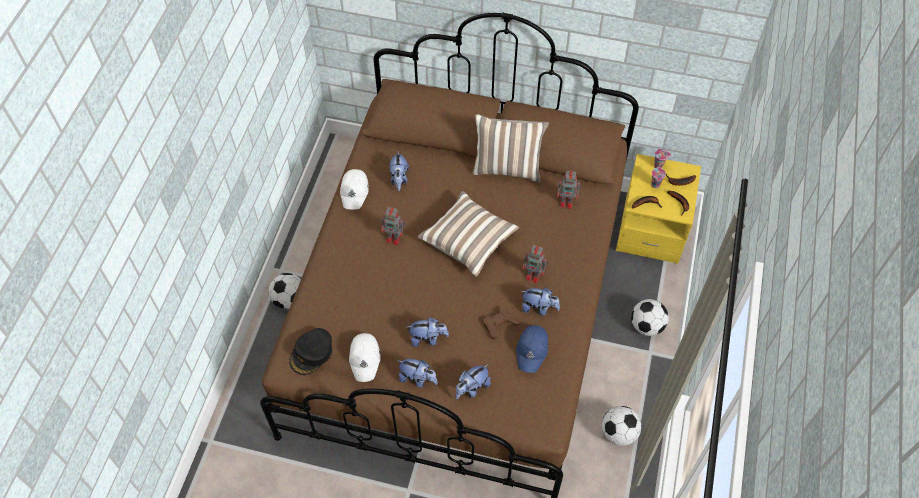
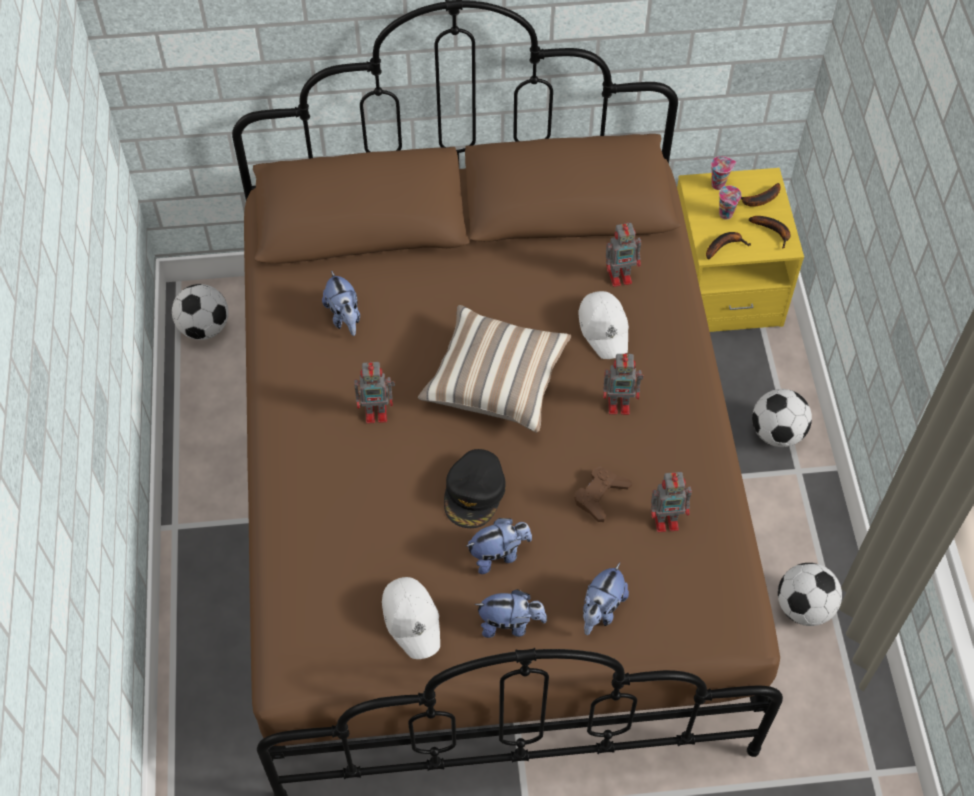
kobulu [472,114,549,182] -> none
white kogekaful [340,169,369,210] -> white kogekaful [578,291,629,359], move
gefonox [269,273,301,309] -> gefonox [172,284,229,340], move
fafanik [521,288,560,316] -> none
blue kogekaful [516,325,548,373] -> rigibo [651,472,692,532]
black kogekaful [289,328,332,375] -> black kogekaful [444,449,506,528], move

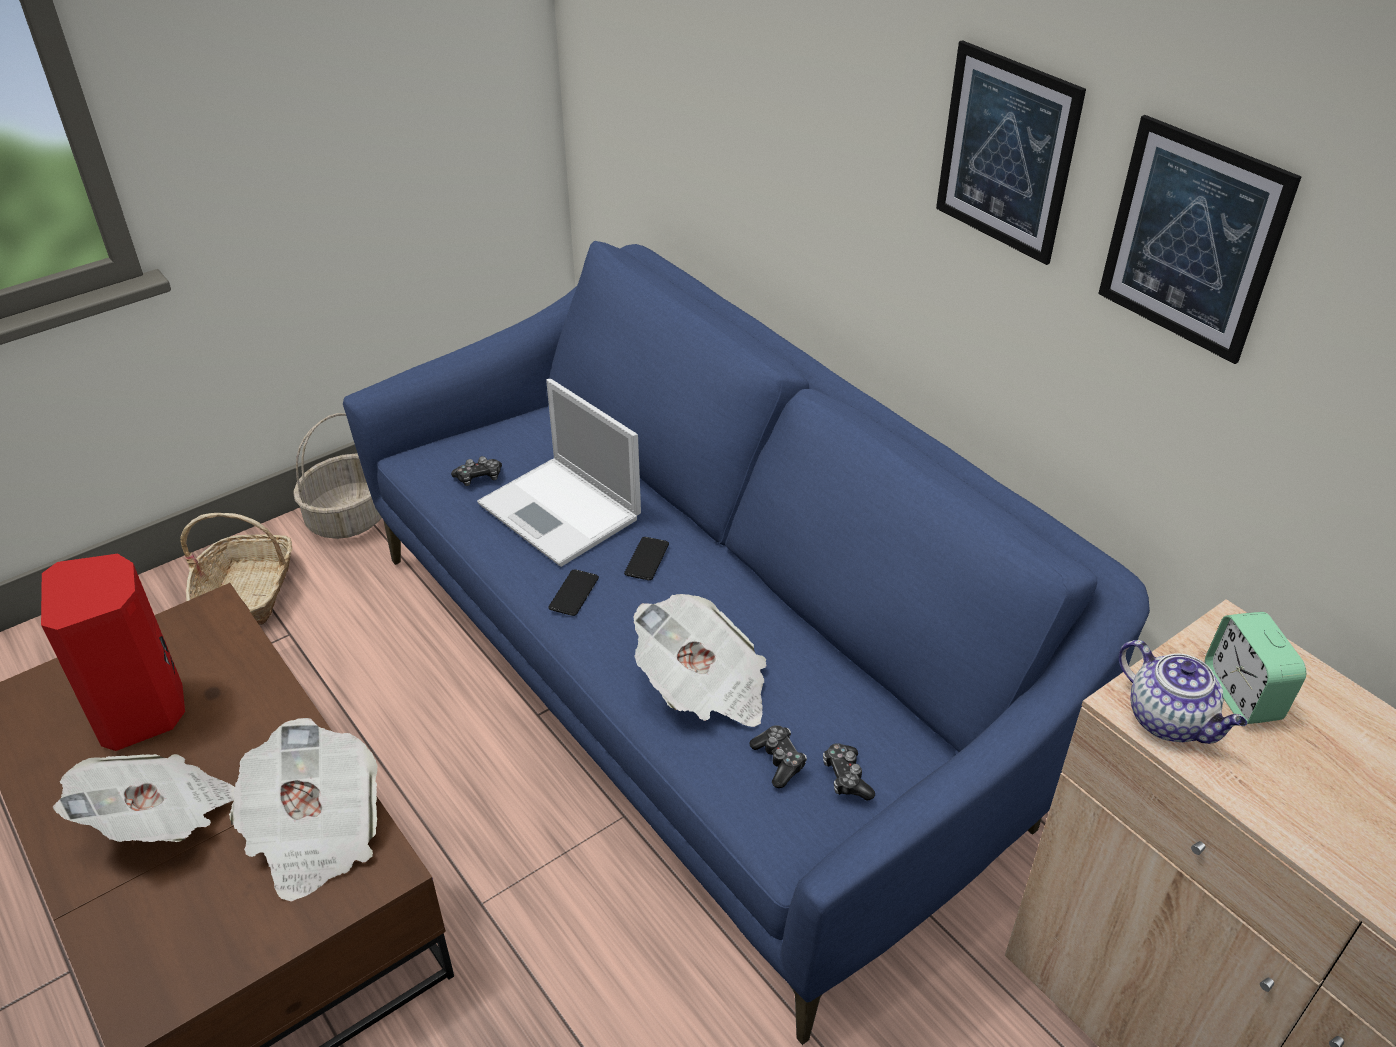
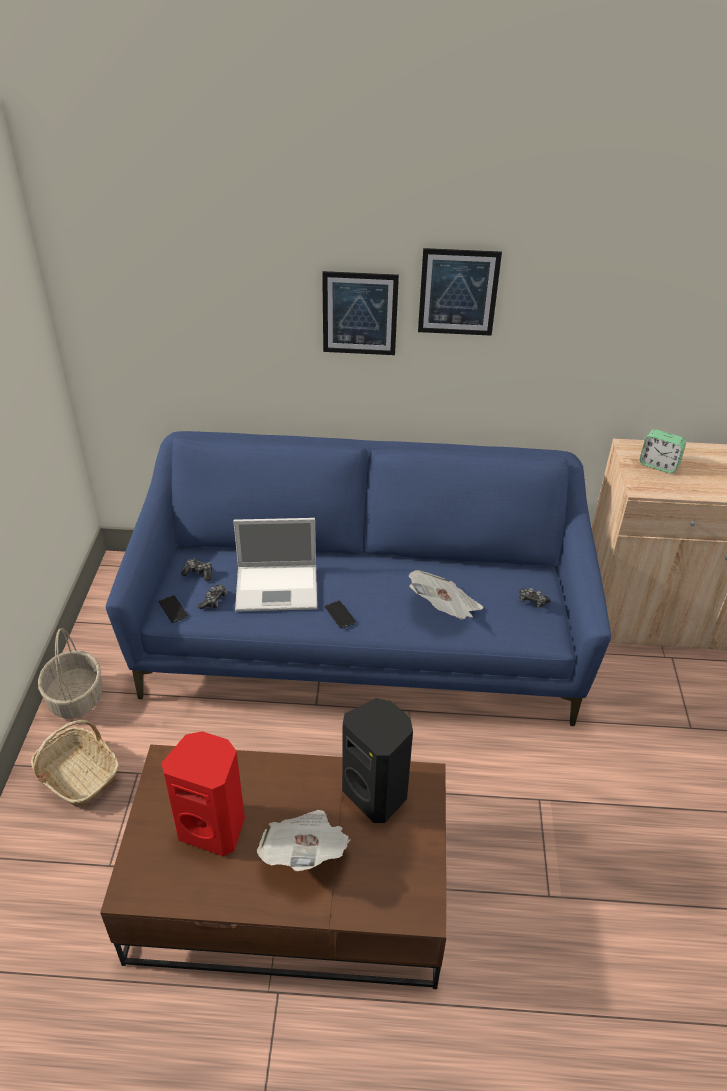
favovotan [1098,115,1302,364] -> favovotan [322,271,399,355], move
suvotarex [624,537,669,580] -> suvotarex [159,595,188,623], move
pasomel [1119,640,1247,744] -> none
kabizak [229,718,378,902] -> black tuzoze [342,698,413,823]
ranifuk [749,725,807,788] -> ranifuk [181,558,212,582], move

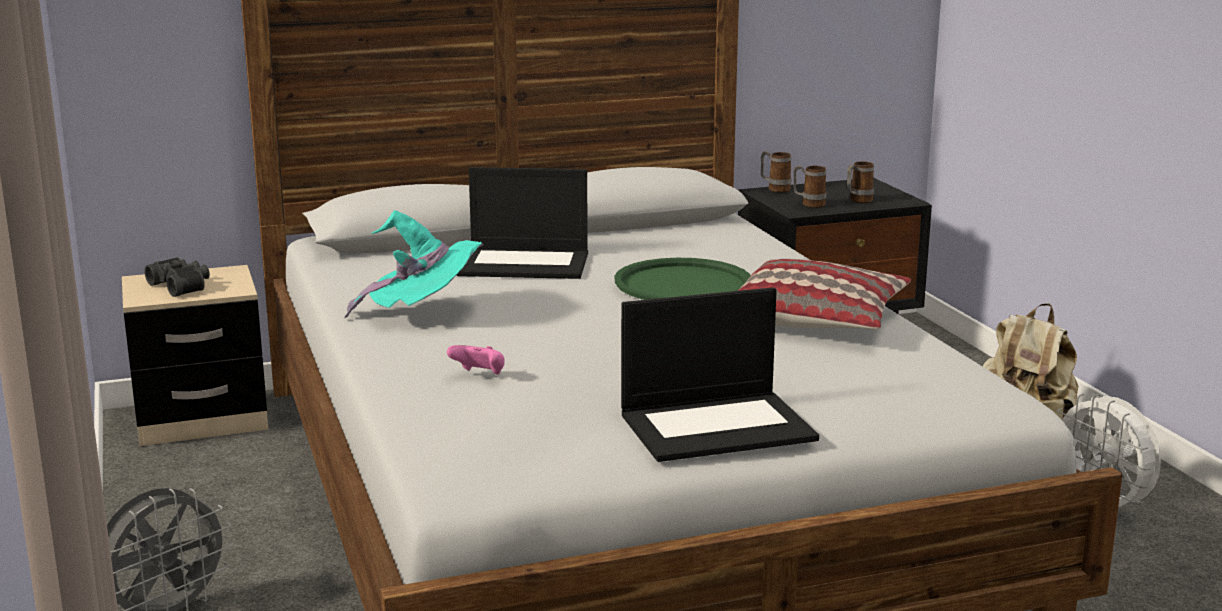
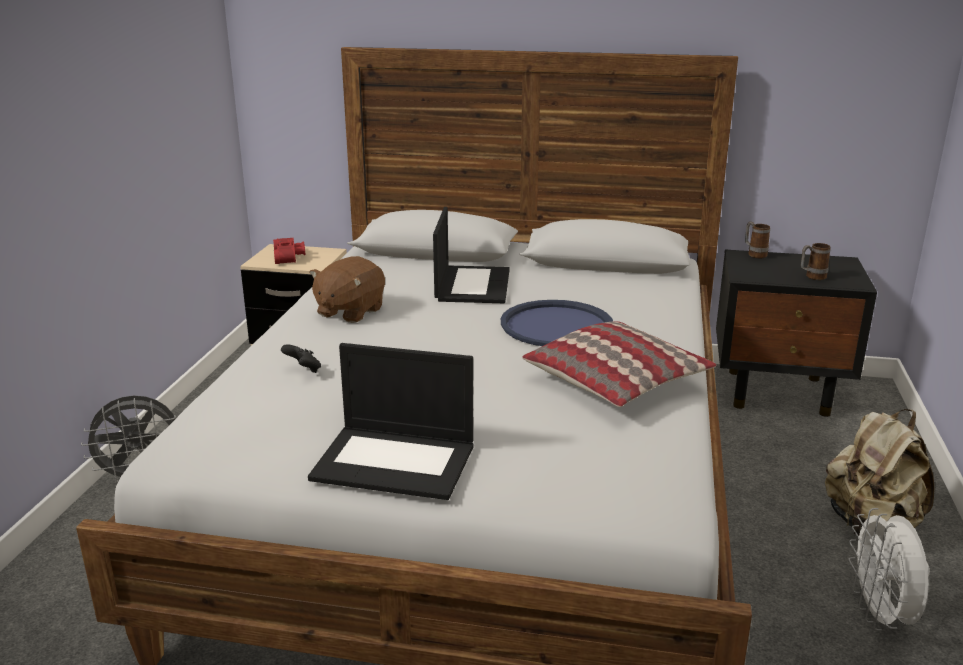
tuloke [793,165,826,208] -> none
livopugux [457,167,588,279] -> livopugux [433,207,510,303], 120 degrees counterclockwise
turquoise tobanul [344,210,484,318] -> brown fafanik [309,256,385,323]
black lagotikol [145,257,210,297] -> red lagotikol [273,237,306,264]
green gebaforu [614,258,751,300] -> blue gebaforu [501,300,613,346]
pink ranifuk [447,345,505,375] -> black ranifuk [281,344,321,373]

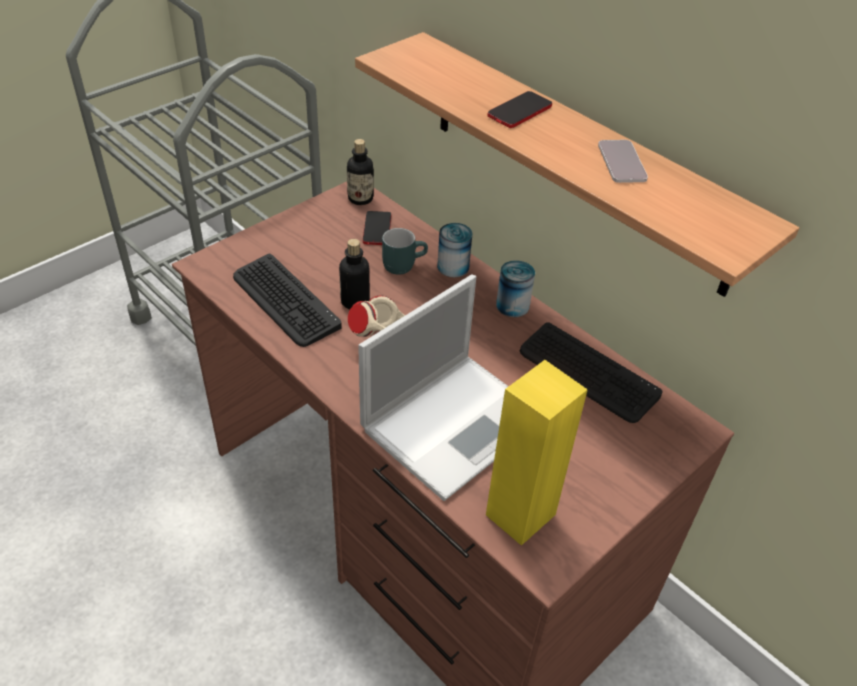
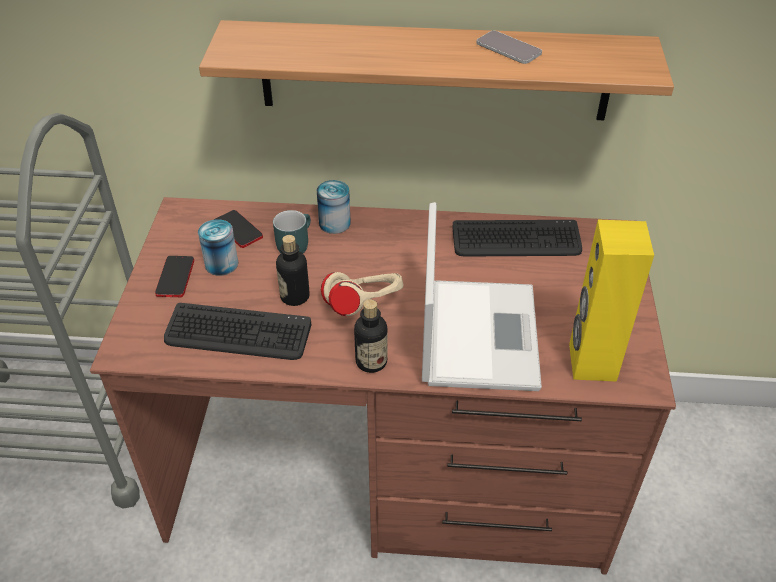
suvotarex [487,91,552,128] -> suvotarex [155,256,194,297], move
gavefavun [347,139,374,205] -> gavefavun [354,299,387,373], move
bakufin [496,260,535,317] -> bakufin [198,219,238,276], move

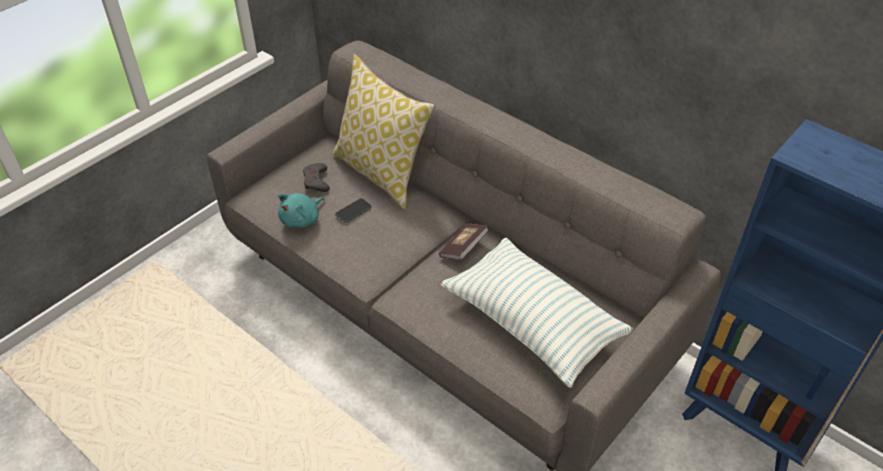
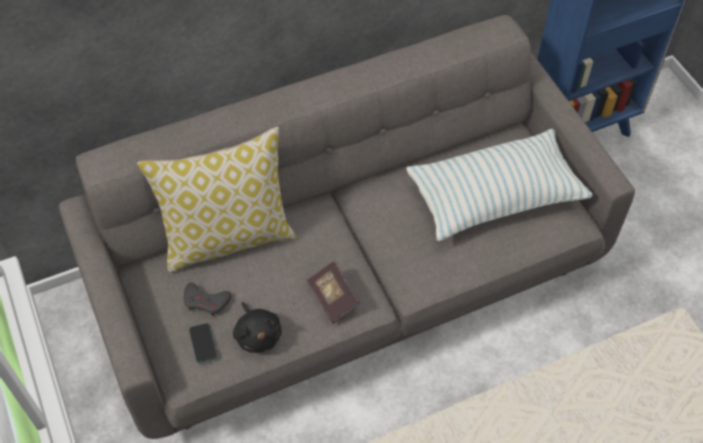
turquoise fafanik [278,193,325,228] -> black fafanik [233,302,281,353]
suvotarex [335,198,372,223] -> suvotarex [189,323,218,364], move
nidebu [439,223,489,260] -> nidebu [307,261,360,323], move

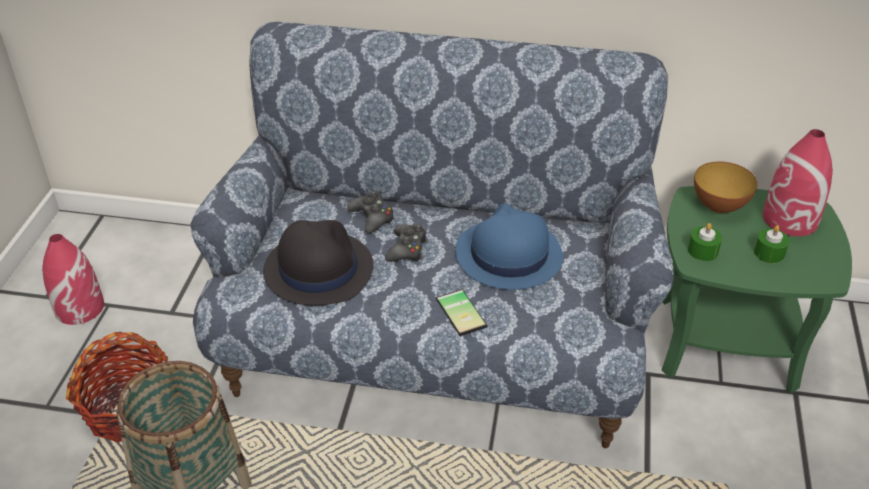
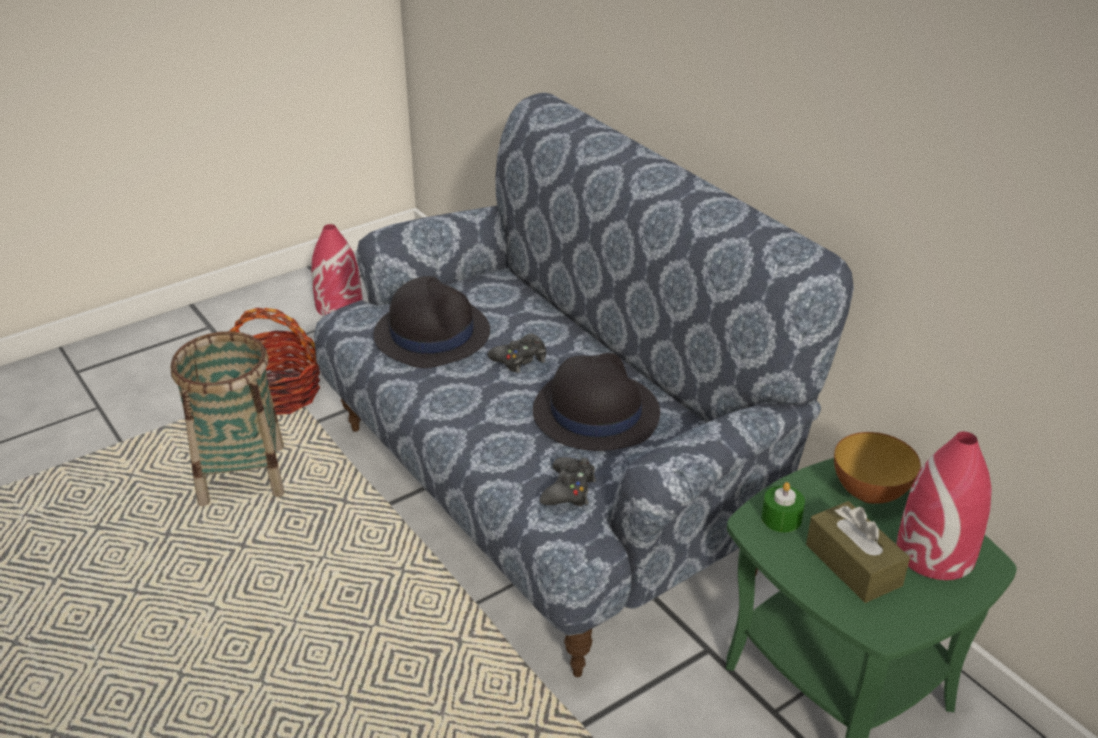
black ranifuk [347,191,394,233] -> black ranifuk [540,457,596,506], move
blue tobanul [455,203,563,290] -> black tobanul [533,353,660,451]
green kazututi [754,225,789,263] -> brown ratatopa [806,501,910,603]
suvotarex [436,289,487,336] -> none

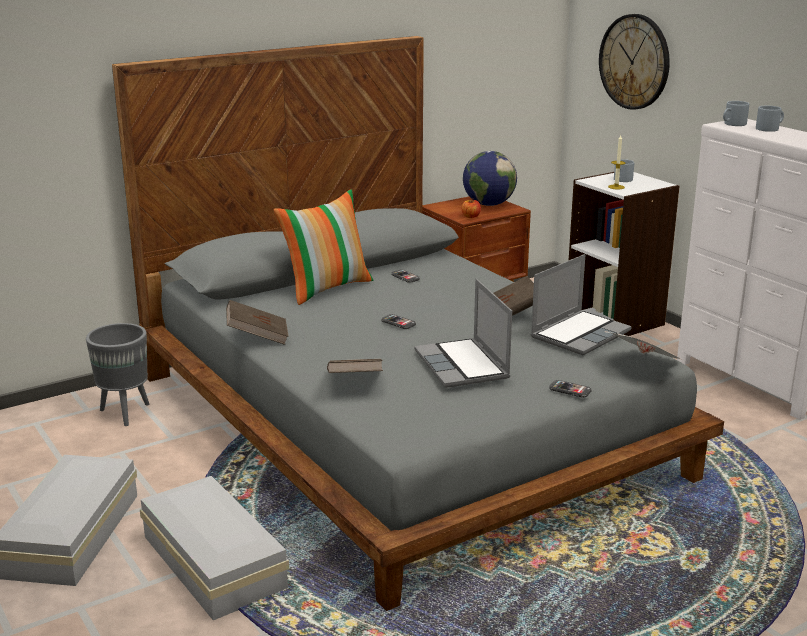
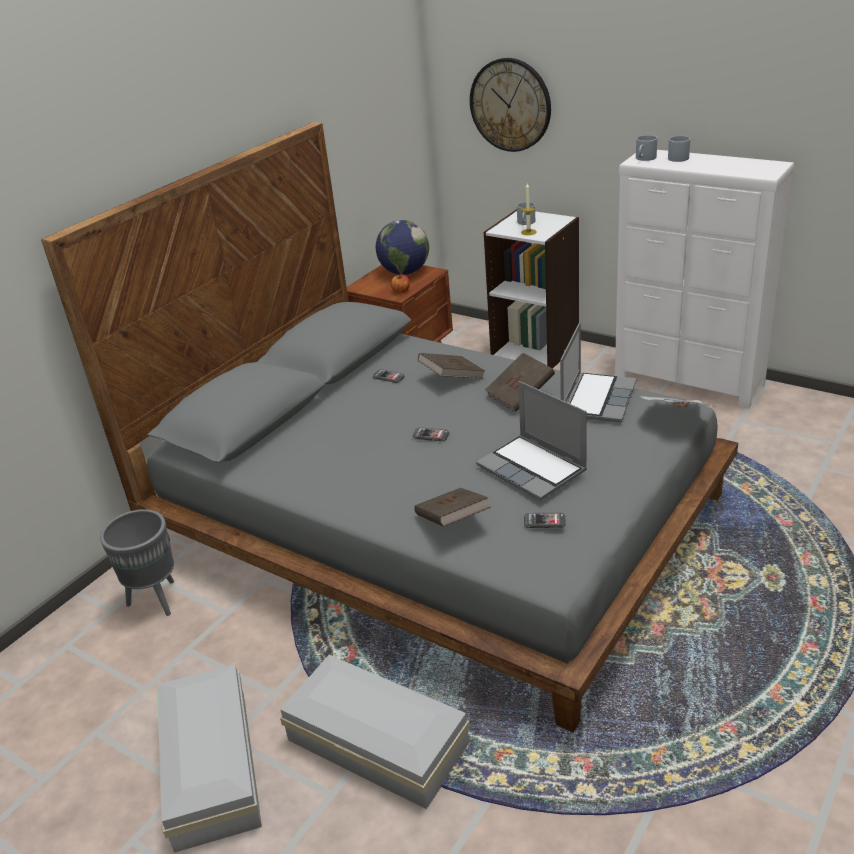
kobulu [274,190,373,305] -> none
brown nidebu [226,300,289,345] -> brown nidebu [418,353,485,379], move
suvotarex [549,380,592,398] -> suvotarex [524,513,566,528], move

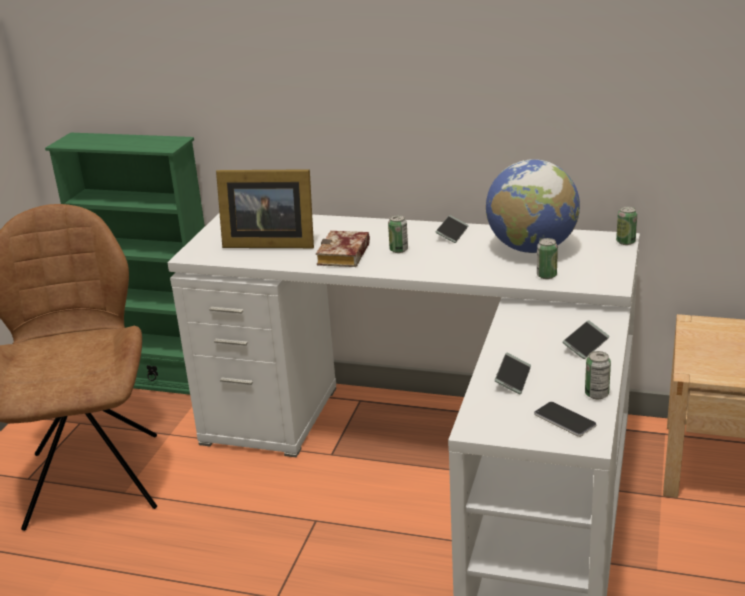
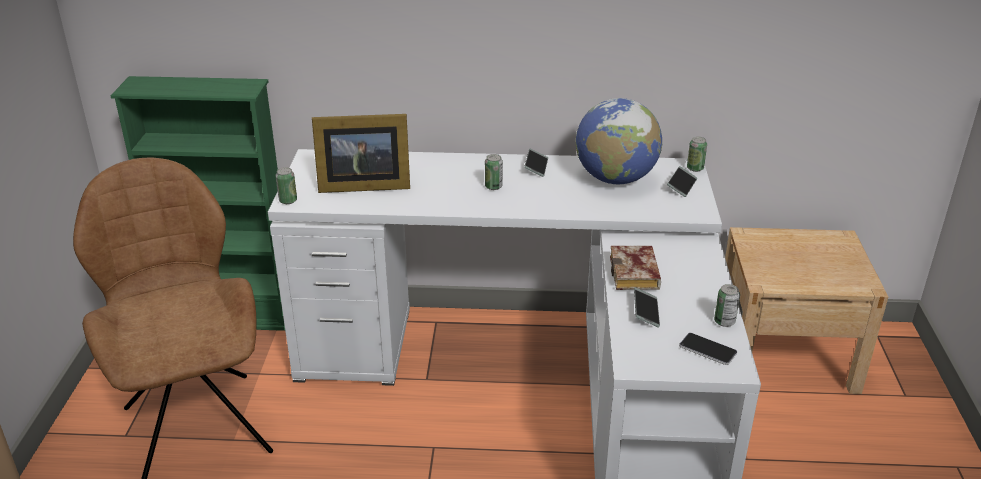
nidebu [316,231,370,267] -> nidebu [610,246,661,290], move
bakufin [537,238,558,279] -> bakufin [276,167,297,204], move
suvotarex [563,320,609,359] -> suvotarex [667,166,697,197], move

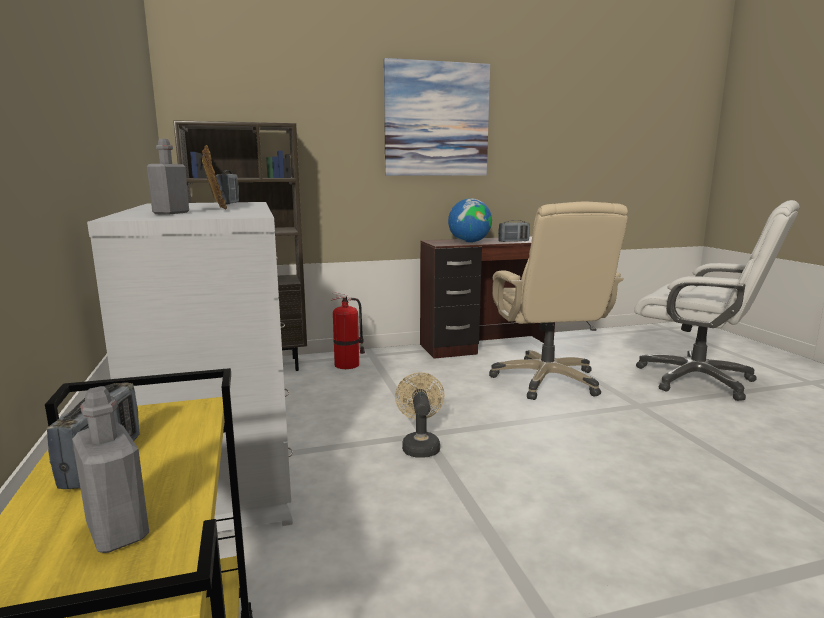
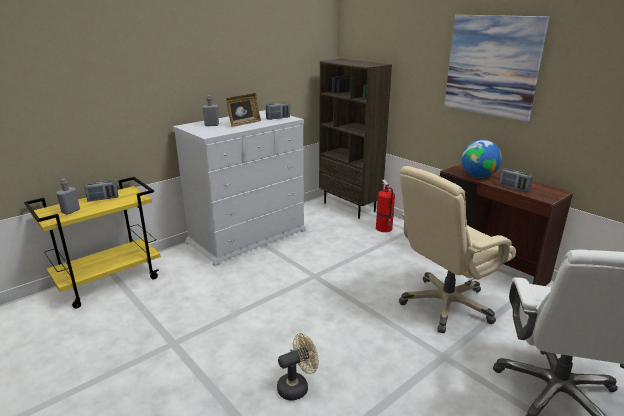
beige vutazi [395,372,445,458] -> beige vutazi [277,333,319,401], move

